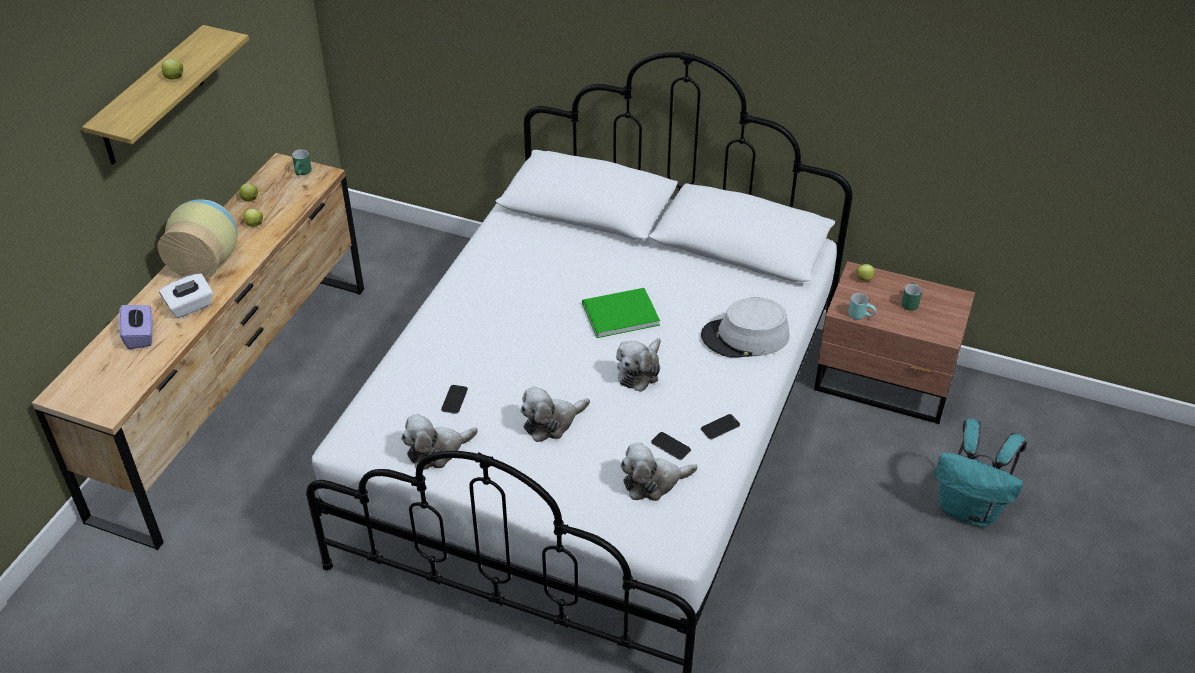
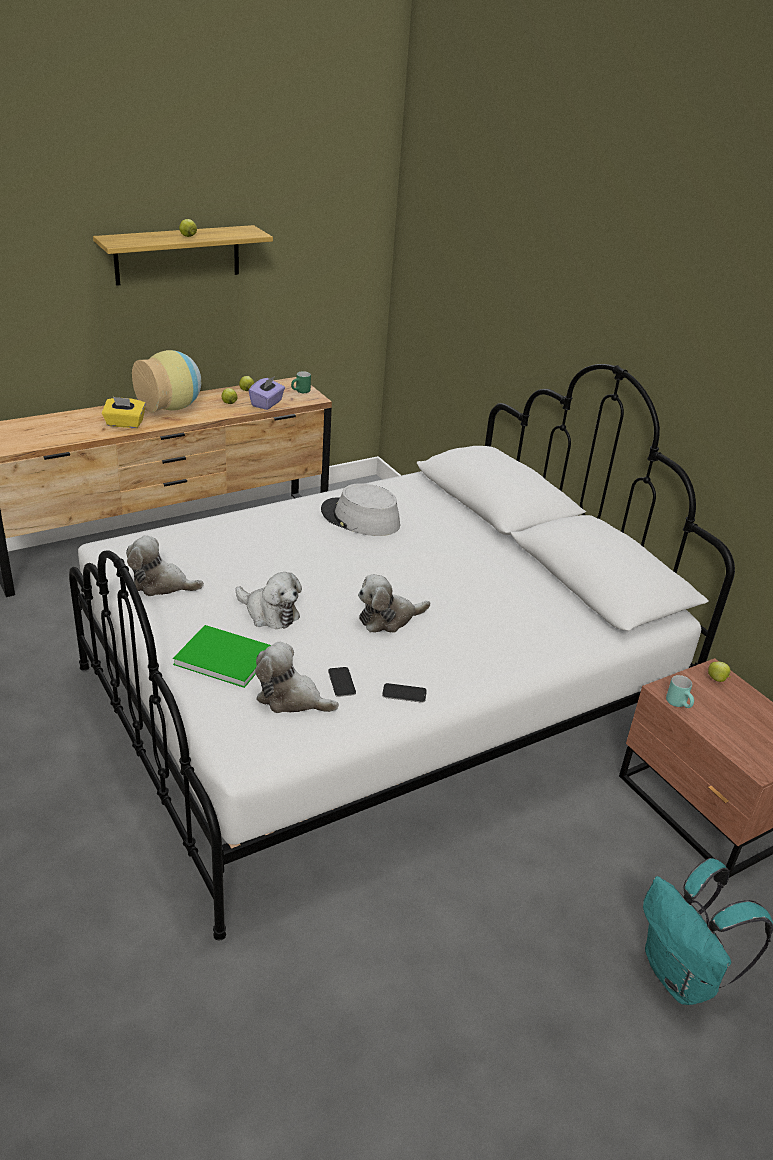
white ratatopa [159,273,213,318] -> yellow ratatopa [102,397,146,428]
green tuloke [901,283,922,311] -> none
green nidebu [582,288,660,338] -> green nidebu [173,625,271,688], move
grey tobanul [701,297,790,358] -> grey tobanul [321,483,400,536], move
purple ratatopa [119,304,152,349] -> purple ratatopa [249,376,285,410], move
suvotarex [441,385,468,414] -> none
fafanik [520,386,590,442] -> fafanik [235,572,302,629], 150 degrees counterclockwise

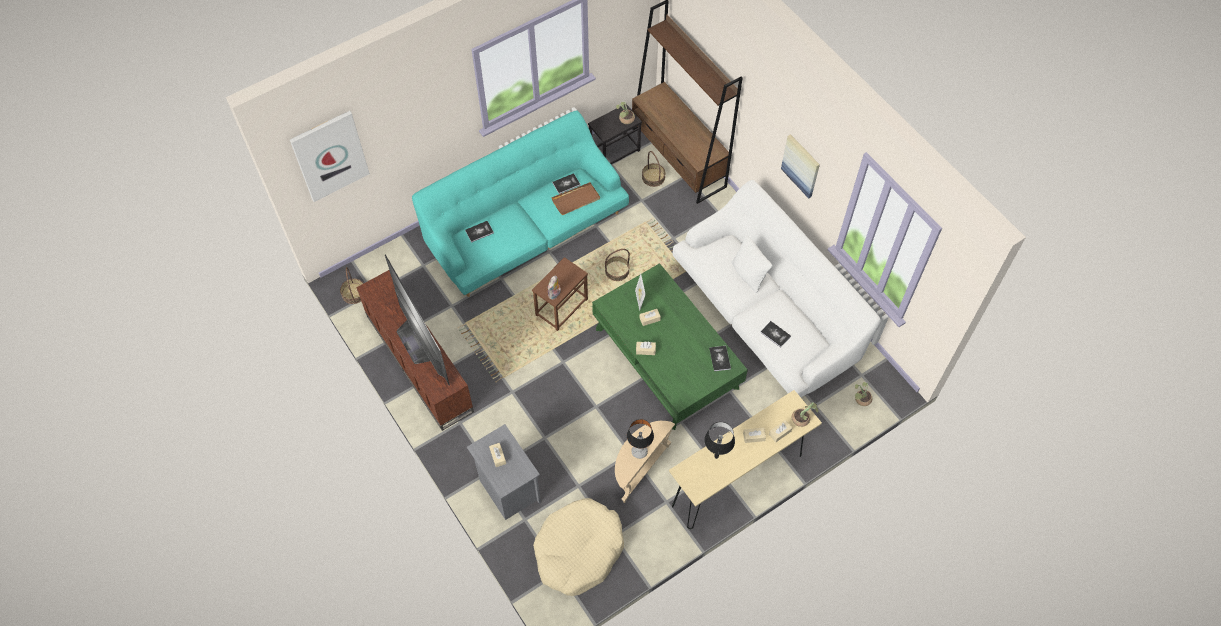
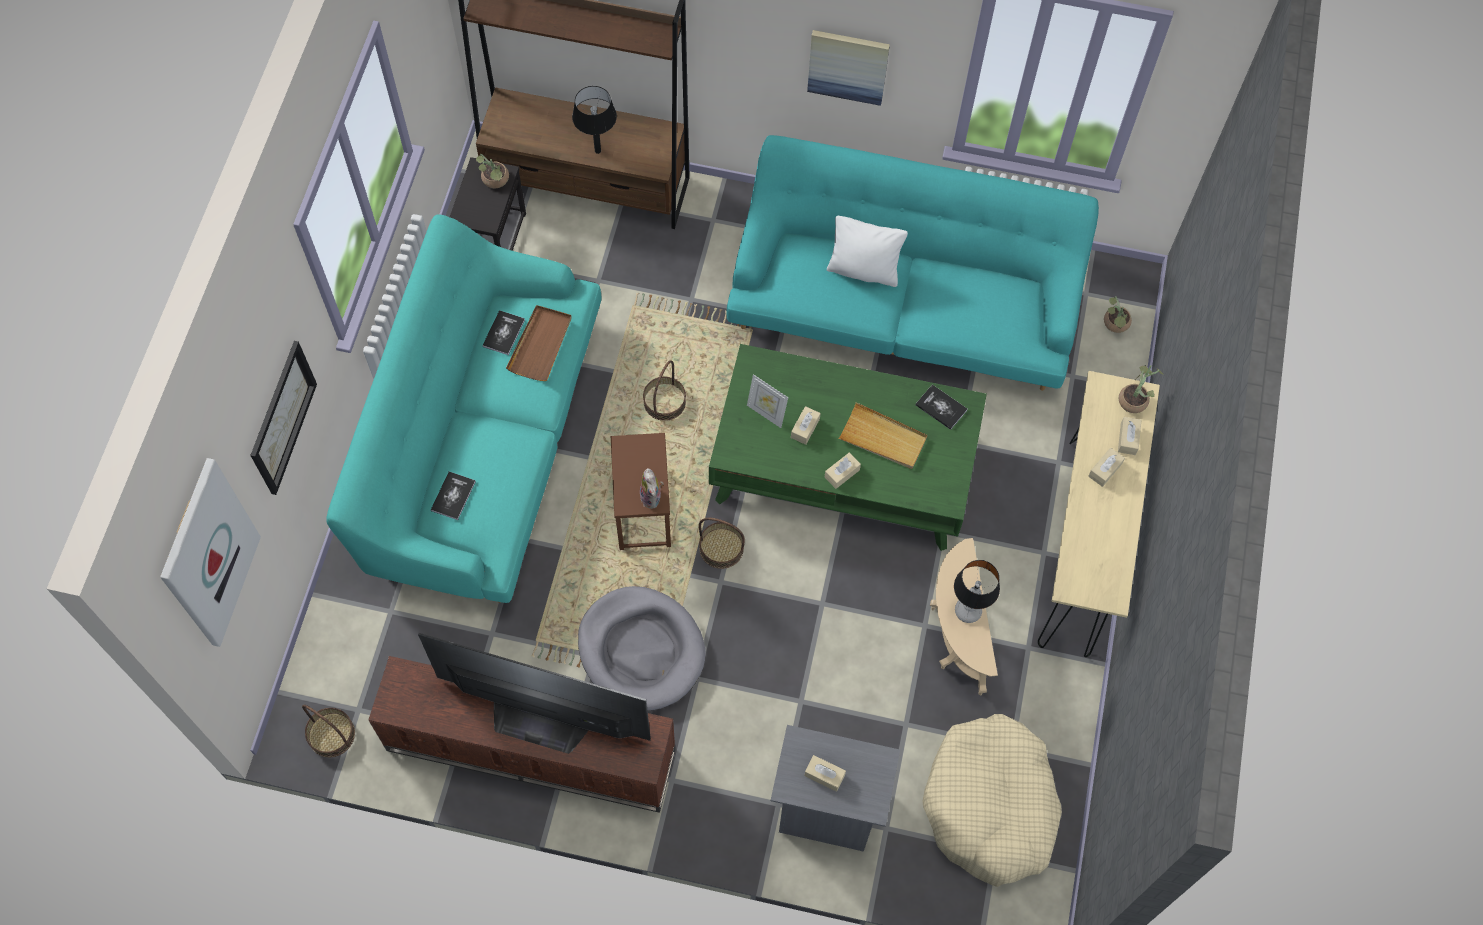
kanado [642,151,665,187] -> kanado [699,518,745,569], move
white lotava [673,180,881,397] -> turquoise lotava [727,135,1099,391]
nidebu [760,321,791,348] -> none
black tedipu [704,422,735,459] -> black tedipu [572,86,617,154], move
none -> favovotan [250,341,317,495]
none -> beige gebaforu [838,402,927,469]
none -> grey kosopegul [578,586,705,711]

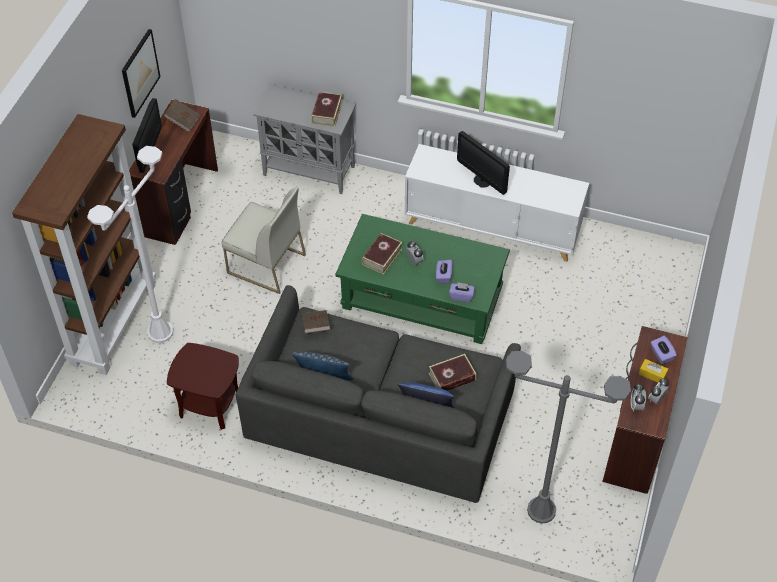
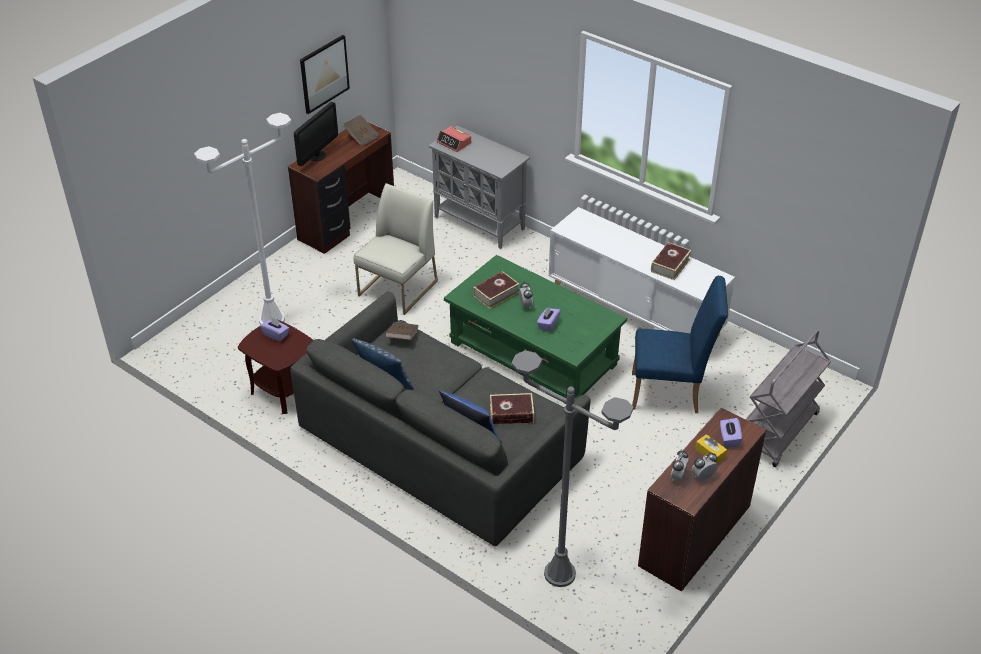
nidebu [311,92,342,127] -> nidebu [651,242,691,280], move
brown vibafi [12,114,156,375] -> none
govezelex [457,131,510,195] -> none
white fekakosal [222,187,306,294] -> white fekakosal [354,183,438,315], 105 degrees counterclockwise
purple ratatopa [449,282,475,302] -> purple ratatopa [260,317,289,342], move
none -> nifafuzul [437,126,471,152]
none -> blue fekakosal [632,276,728,413]
none -> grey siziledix [746,330,831,467]

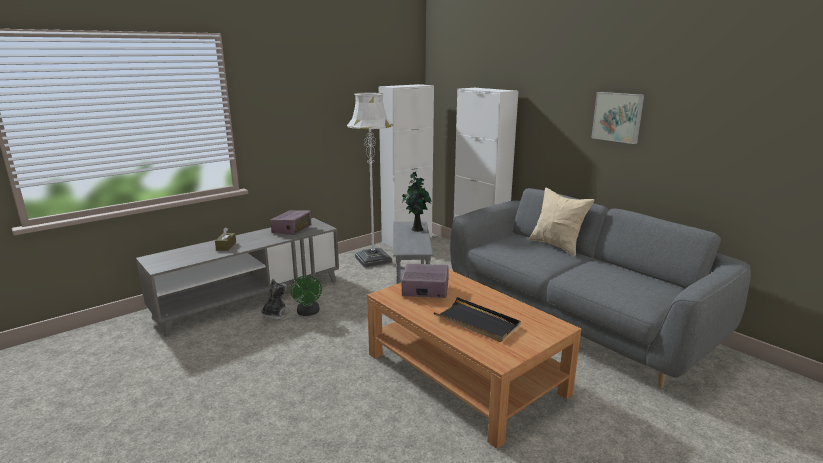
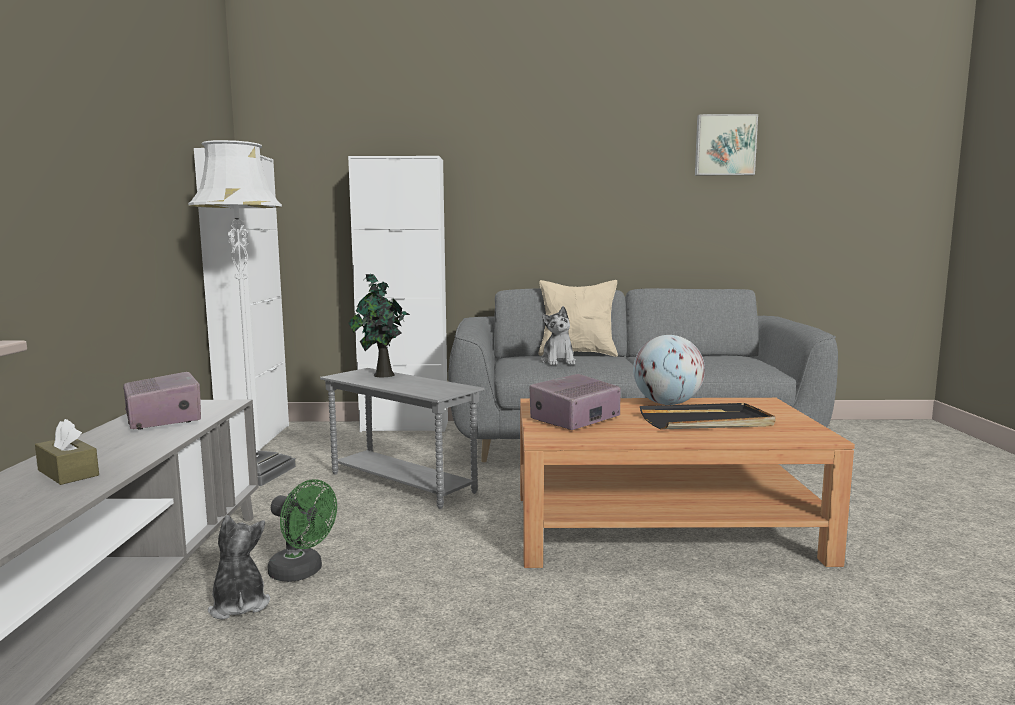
favovotan [591,92,644,144] -> favovotan [695,114,758,175], move
none -> fafanik [541,306,576,365]
none -> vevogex [633,335,705,405]

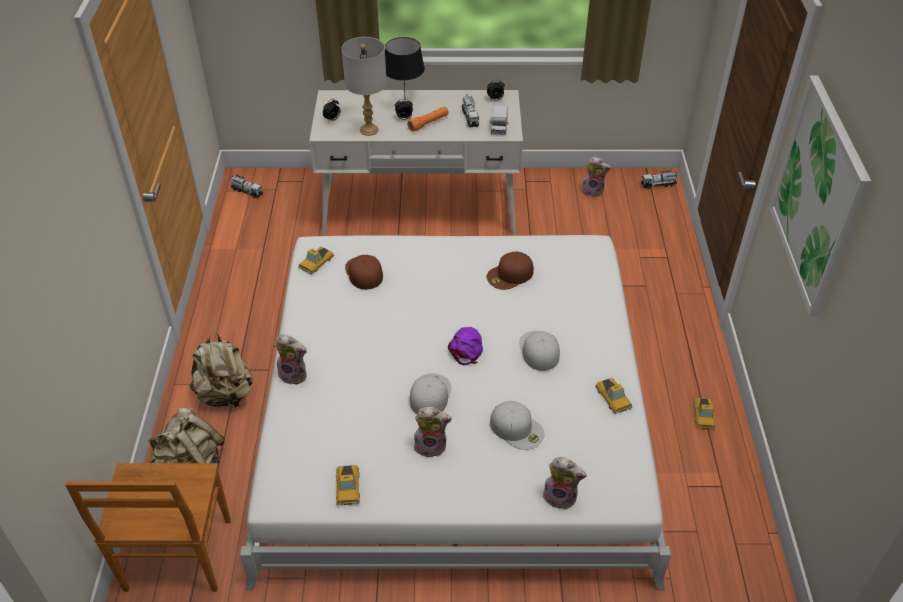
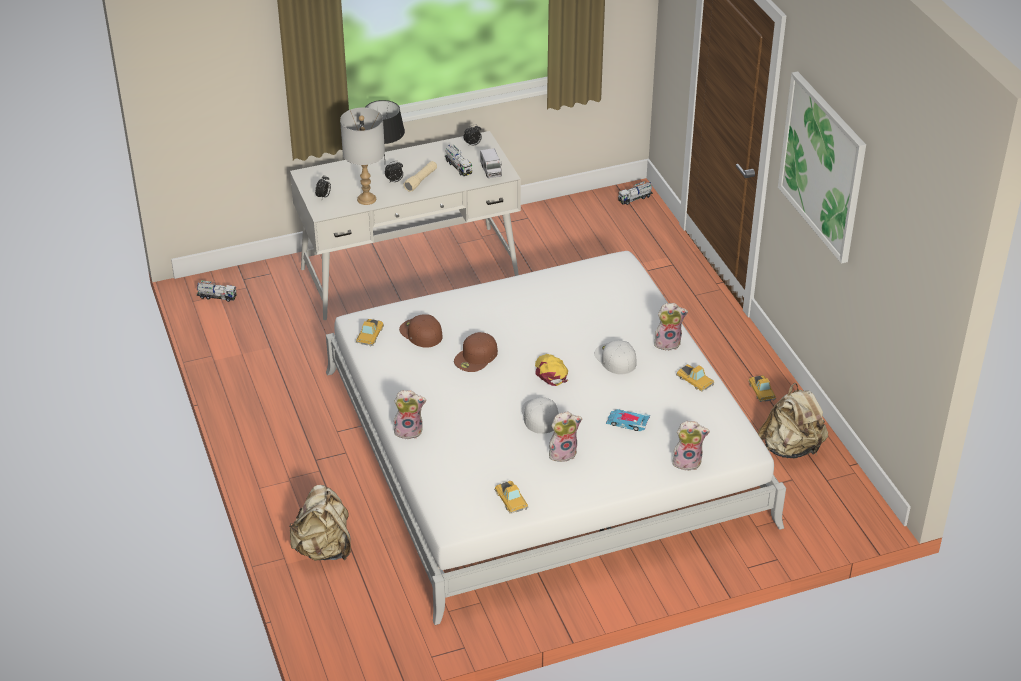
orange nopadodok [407,107,449,132] -> beige nopadodok [403,161,437,192]
fafanik [582,157,611,197] -> fafanik [654,303,688,351], move
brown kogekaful [487,251,534,290] -> brown kogekaful [454,332,498,372], move
purple kogekaful [448,327,483,365] -> yellow kogekaful [535,354,568,386]
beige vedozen [190,333,253,409] -> beige vedozen [758,383,828,458], move
white kogekaful [490,401,544,450] -> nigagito [606,409,650,431]
brown fekakosal [65,463,231,592] -> none

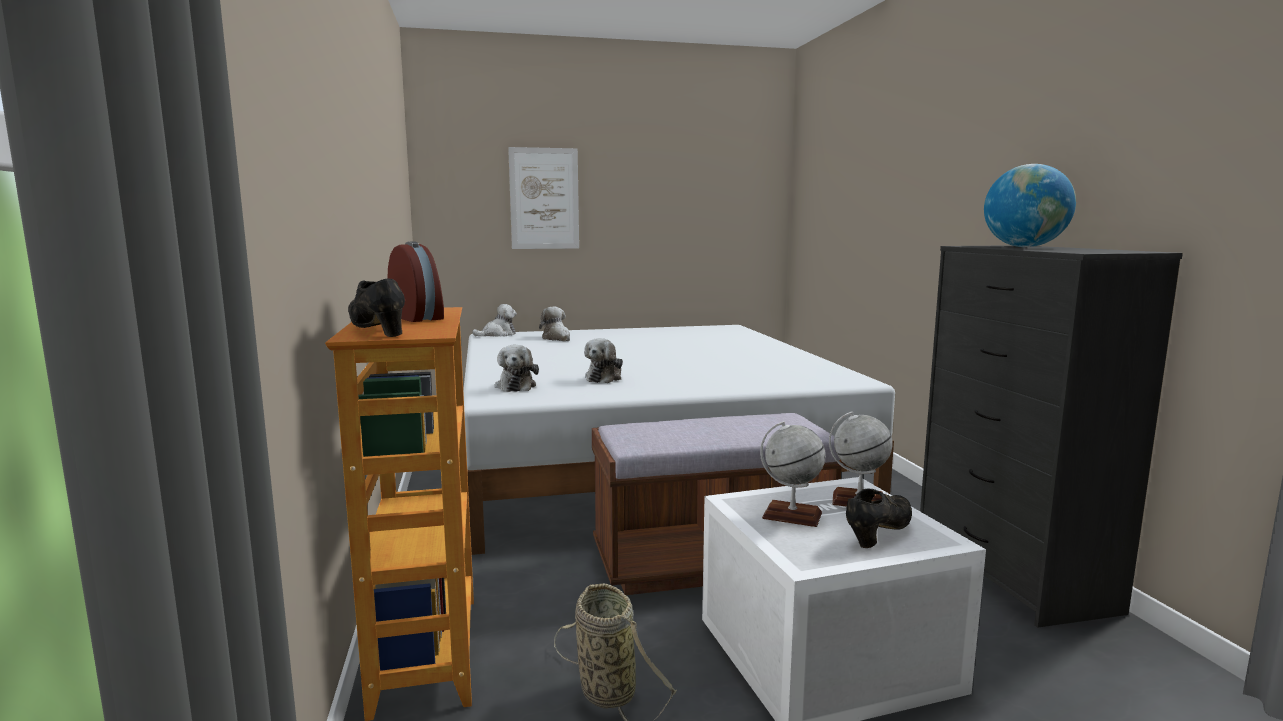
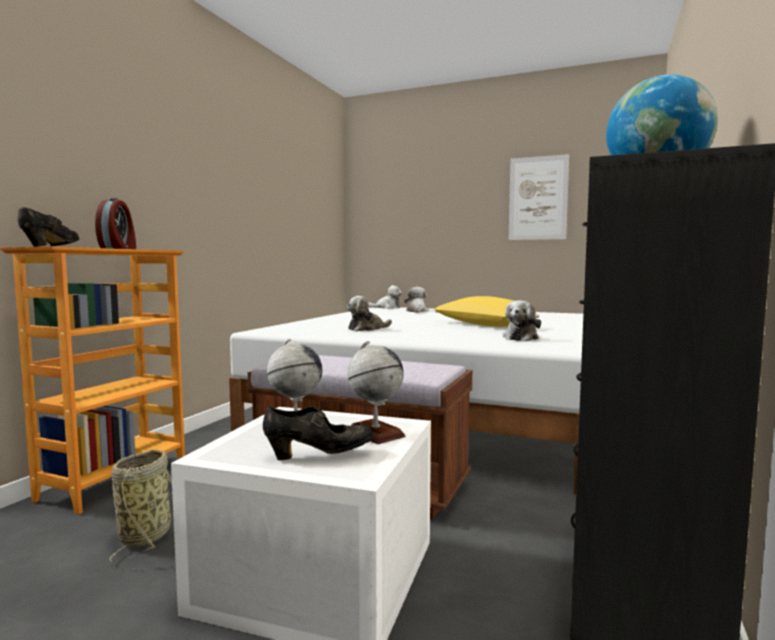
favovotan [508,147,579,249] -> favovotan [509,154,569,240], move
fafanik [494,345,539,392] -> fafanik [502,300,541,341], move
none -> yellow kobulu [434,296,539,327]

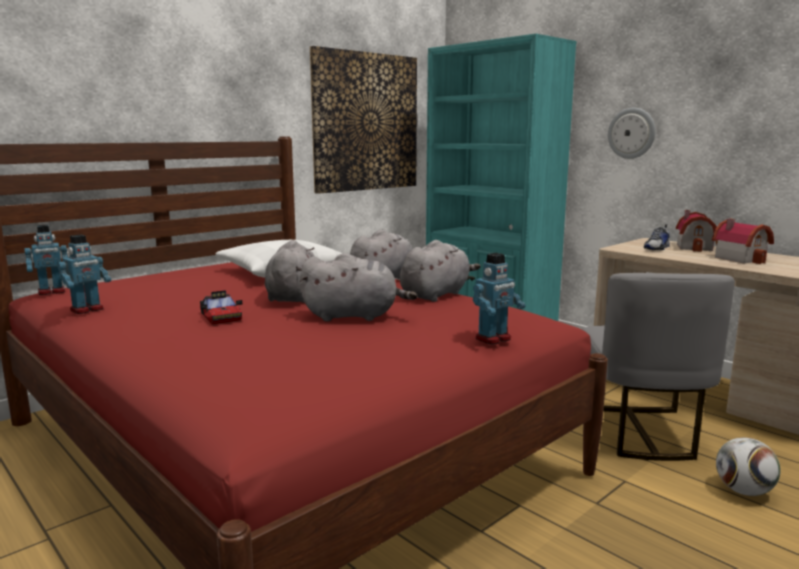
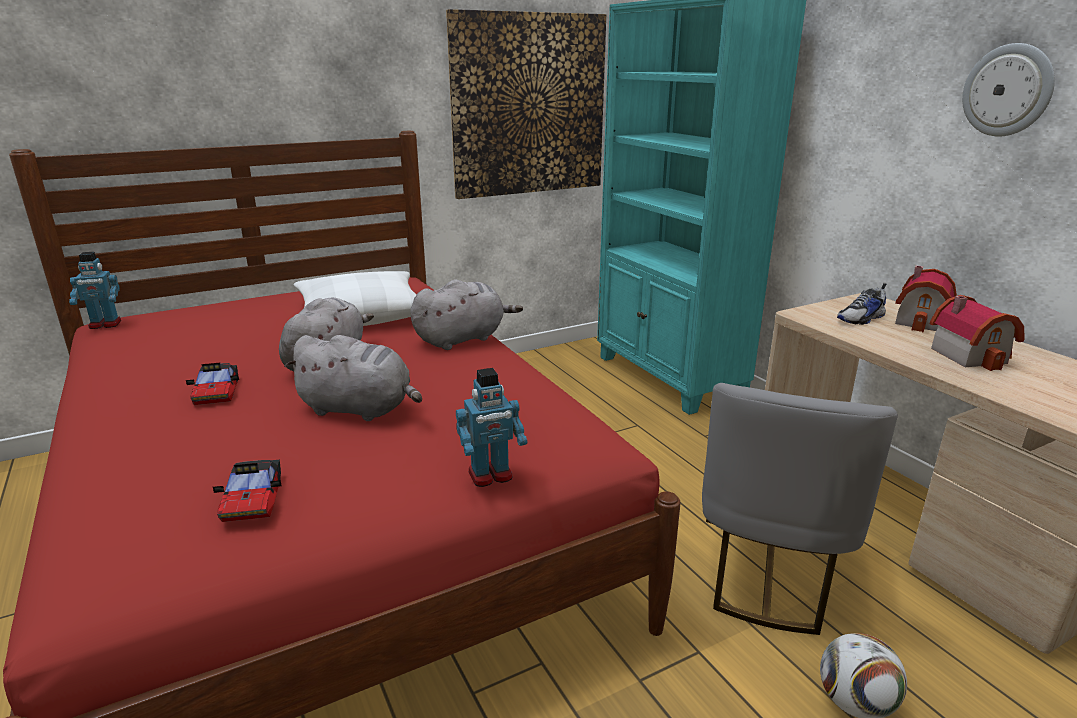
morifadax [608,108,655,159] -> morifadax [962,43,1055,136], move
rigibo [57,235,111,314] -> none
grey fafanik [400,240,481,302] -> none
none -> nigagito [213,460,281,522]

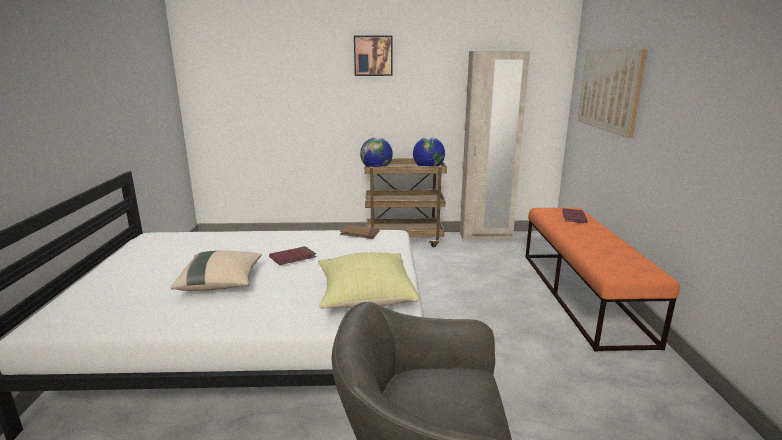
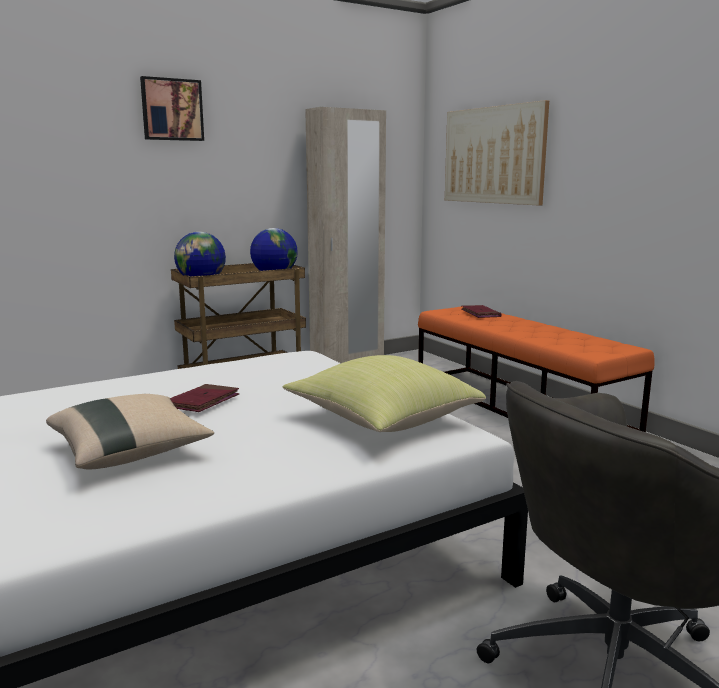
brown nidebu [340,225,380,239] -> none

